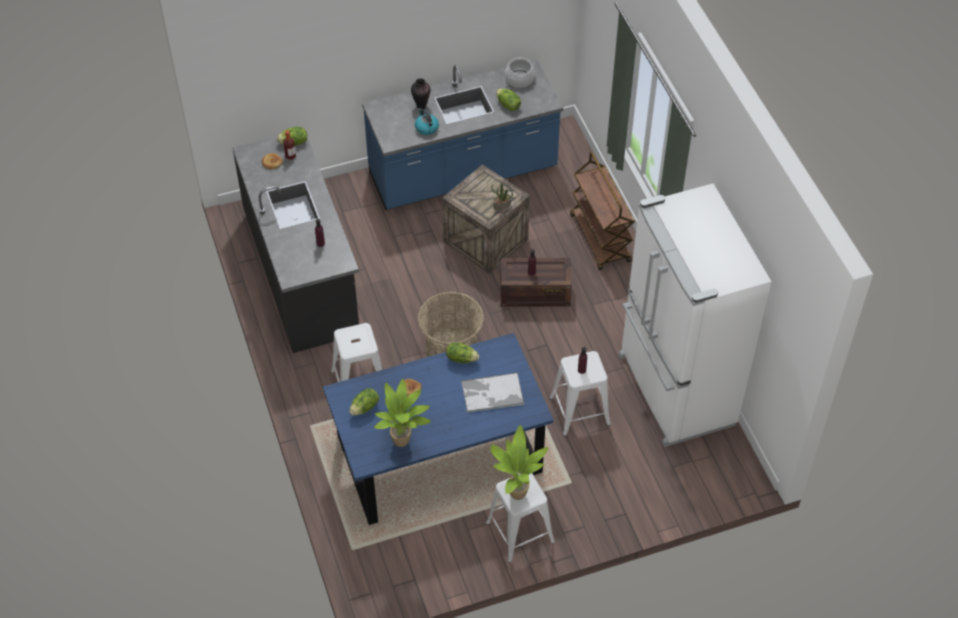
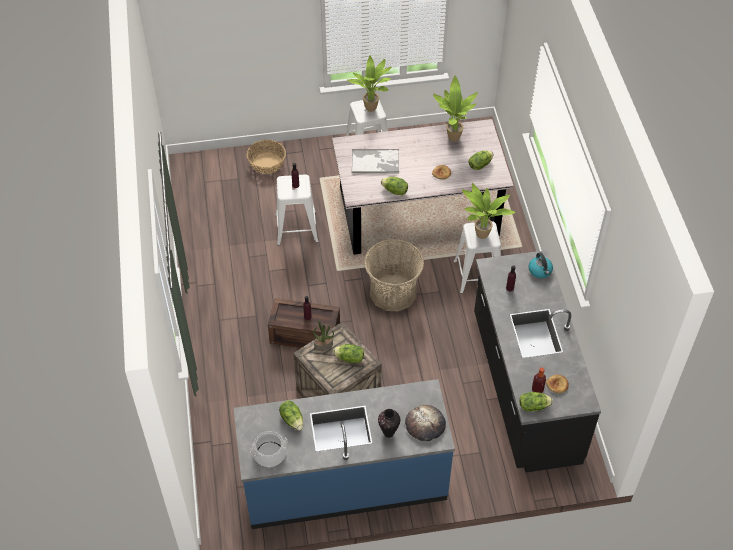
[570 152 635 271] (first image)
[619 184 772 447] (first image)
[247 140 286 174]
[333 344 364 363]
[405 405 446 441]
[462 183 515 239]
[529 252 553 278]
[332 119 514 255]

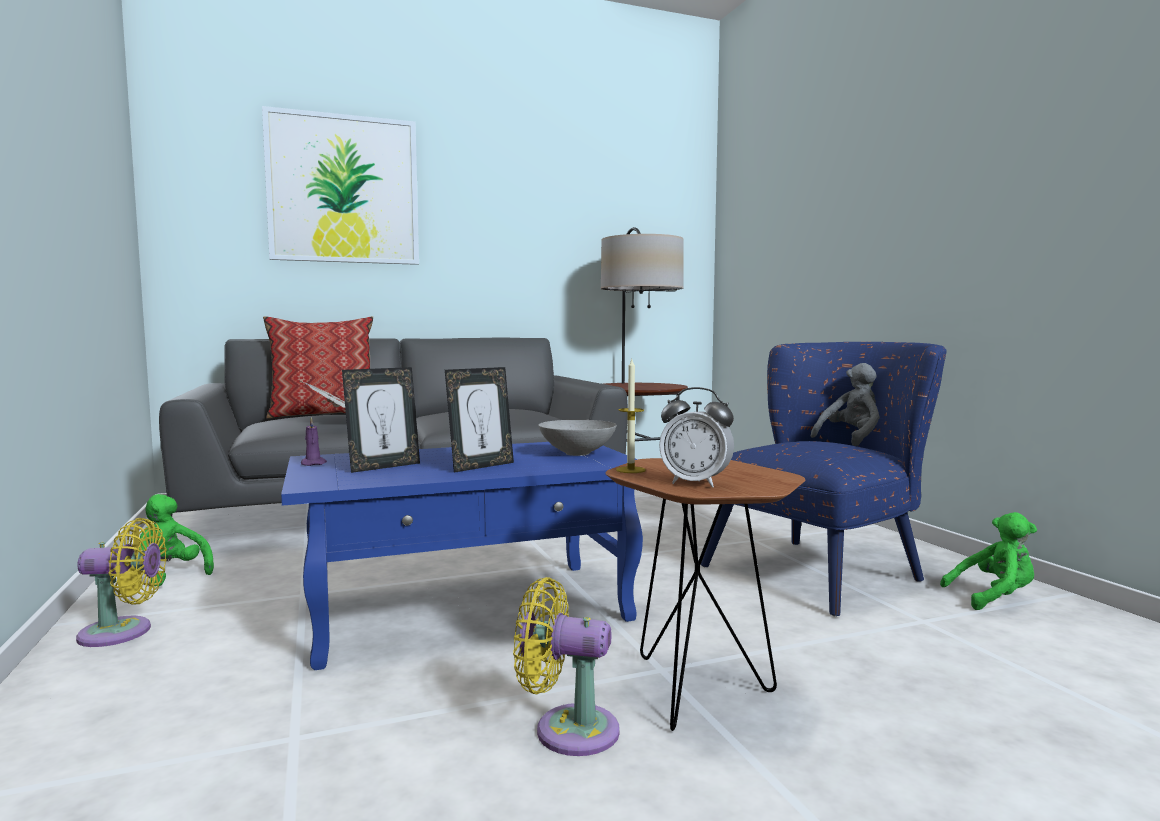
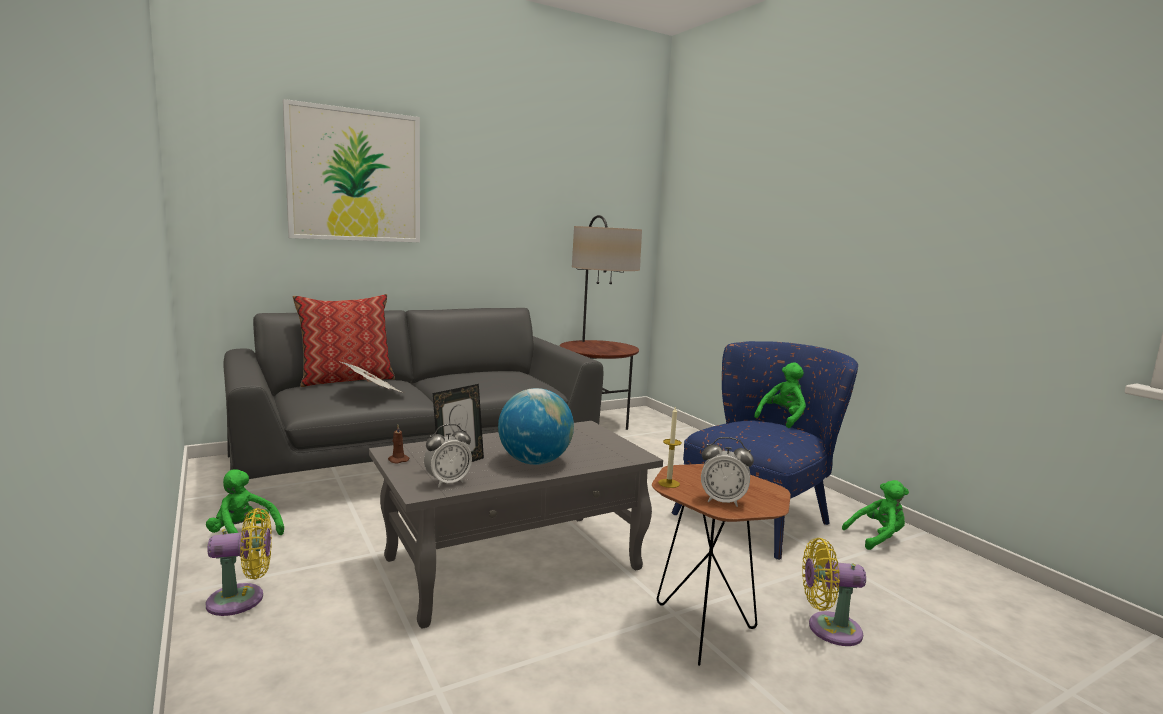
[539 420 617 456] (first image)
[424 424 472 487]
[802 538 866 646]
[498 388 574 465]
[369 421 663 629]
[388 425 409 463]
[754 362 806 428]

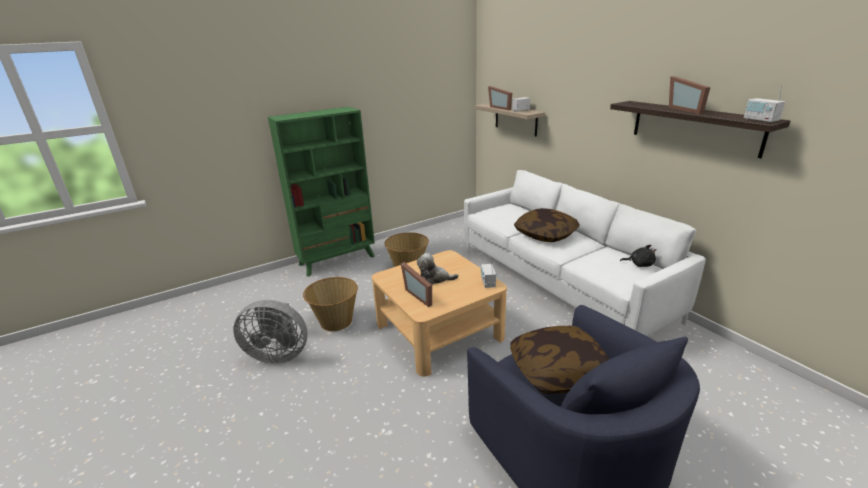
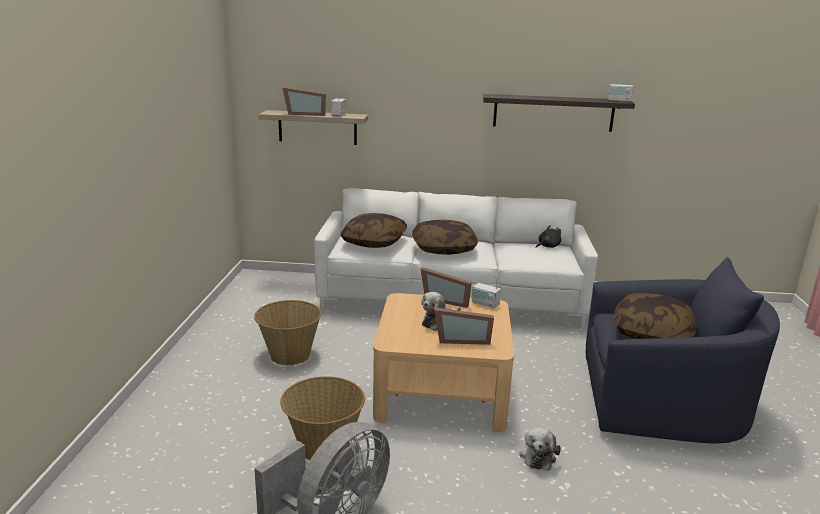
[268 107 375 277] (first image)
[340 213 407 248]
[519 428 561 471]
[421 267 472 308]

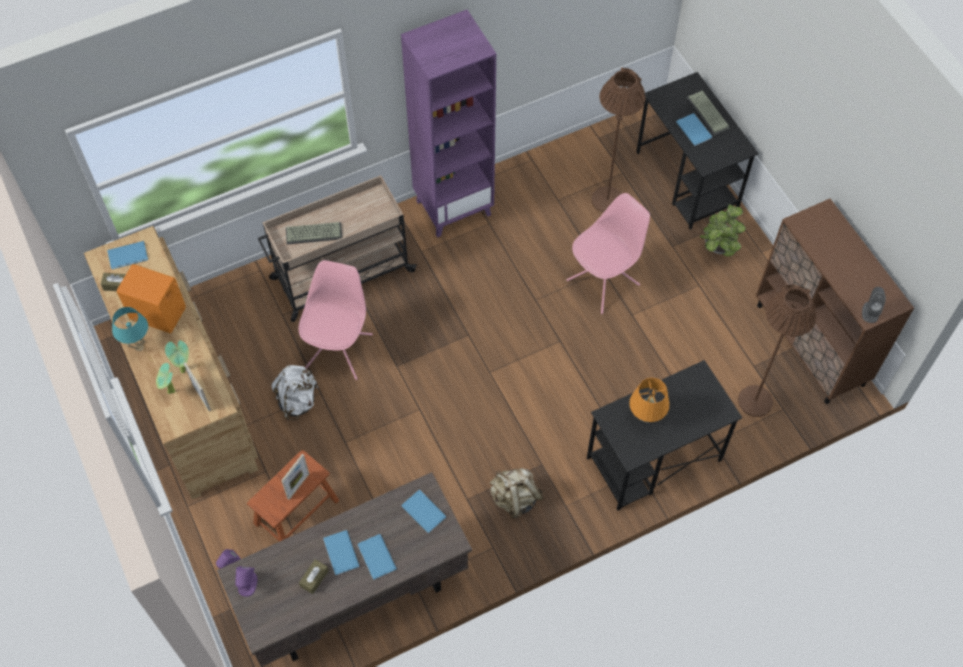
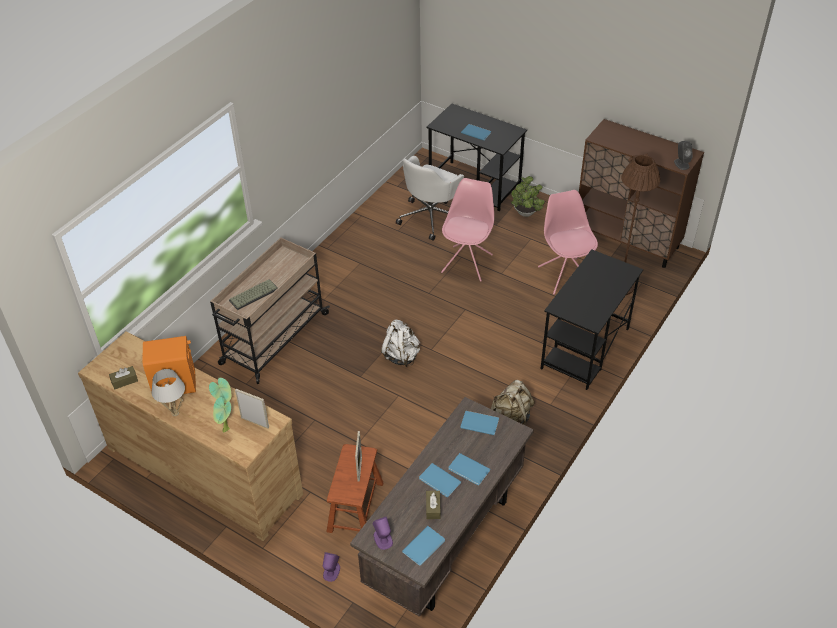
[401 10 496 238] (first image)
[629 378 669 423] (first image)
[687 90 730 135] (first image)
[402 526 445 566]
[381 320 420 367]
[538 190 598 295]
[396 156 464 241]
[152 369 185 416]

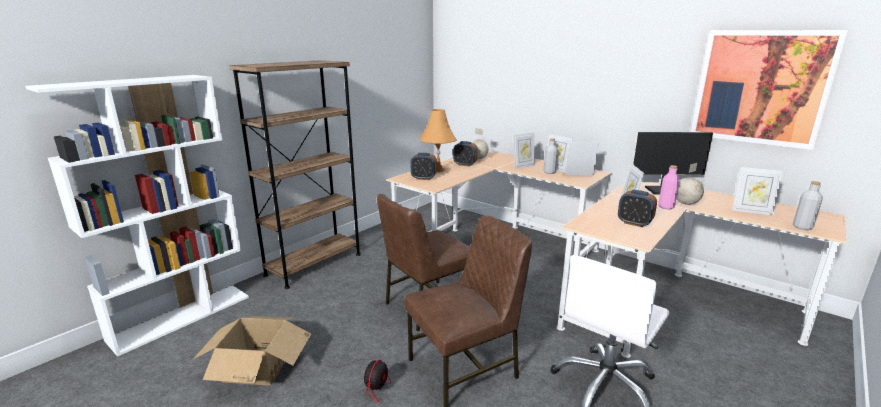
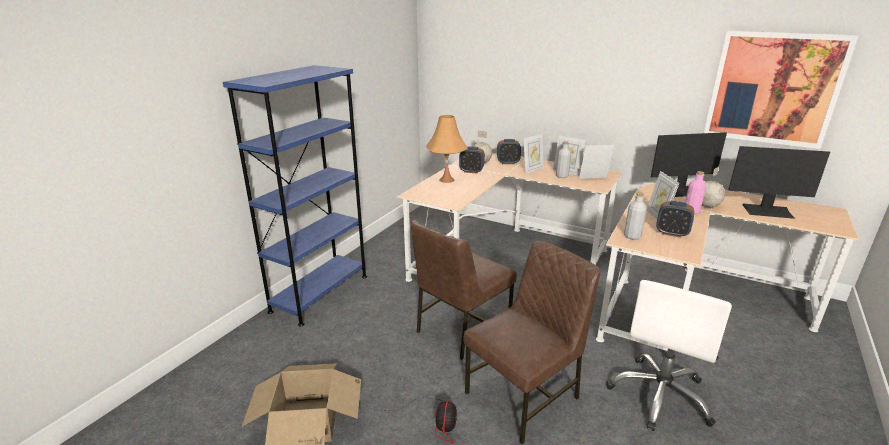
[25 75 249 357] (first image)
[497 139 521 164]
[624 192 647 240]
[728 146 830 219]
[223 65 367 327]

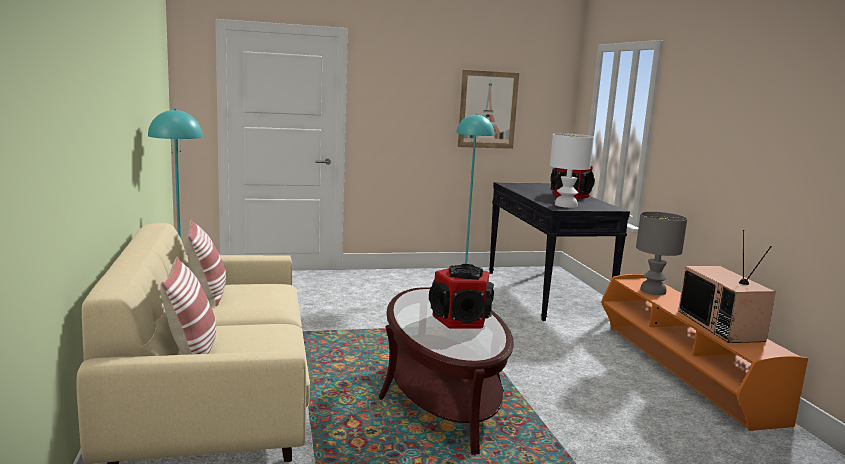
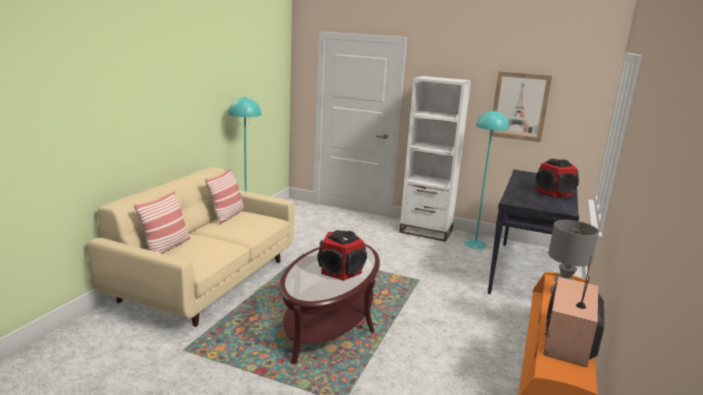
[550 133 594 208] (first image)
[399 76 471 242]

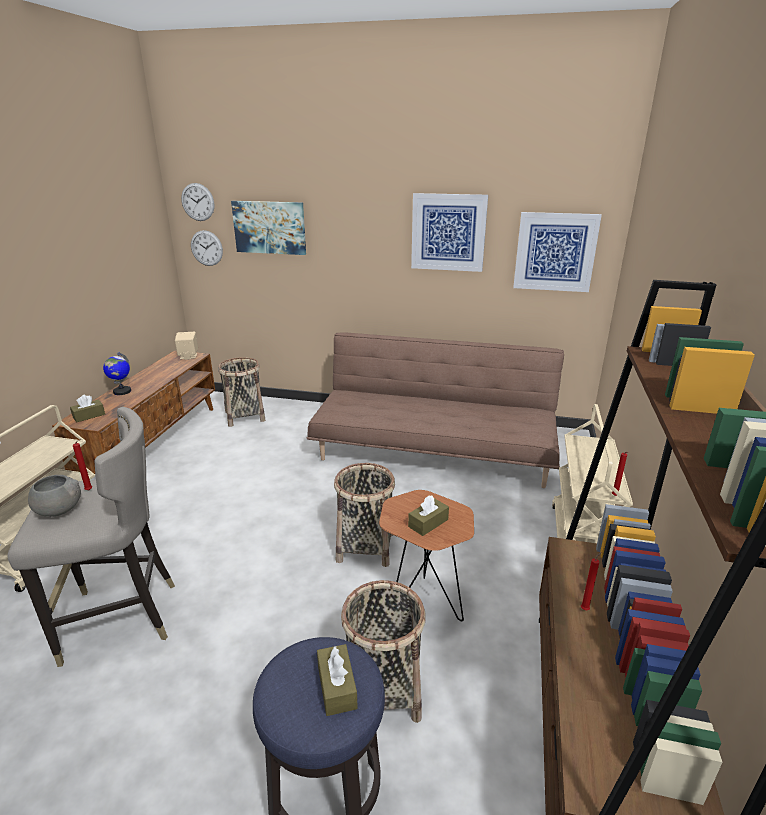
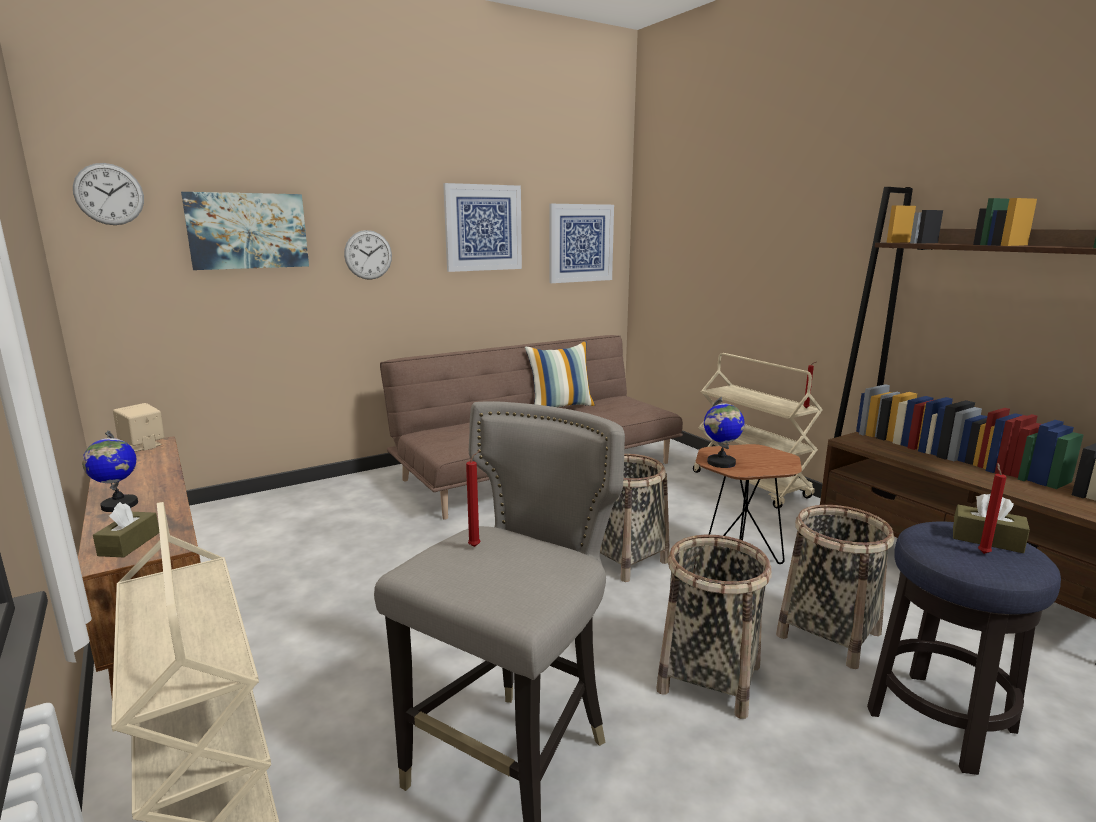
[28 475 81 517] (first image)
[408 496 449 536] (first image)
[525 341 595 407]
[704 397 745 468]
[344 230 392 280]
[656 535 771 719]
[978 463 1006 554]

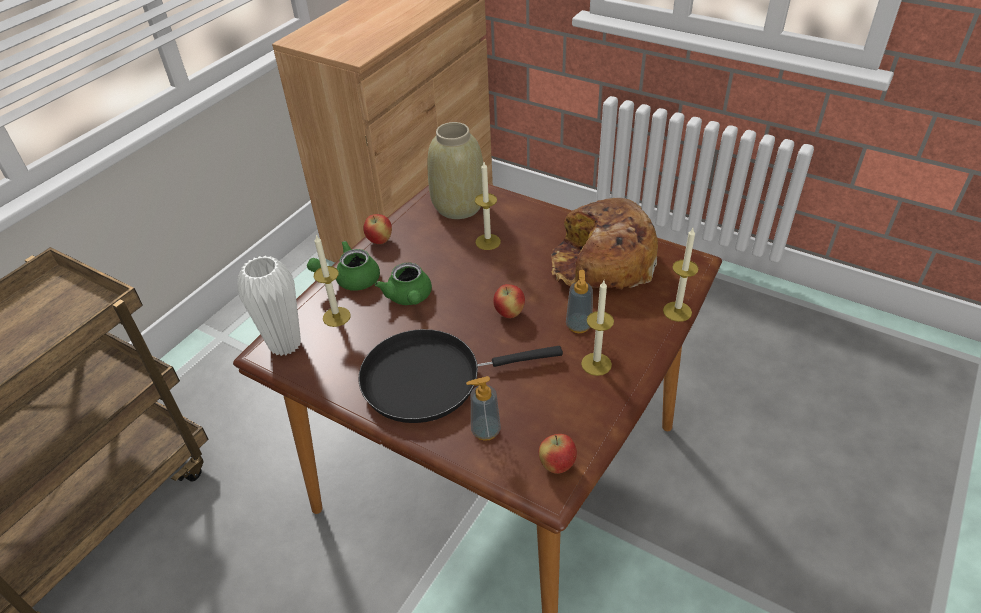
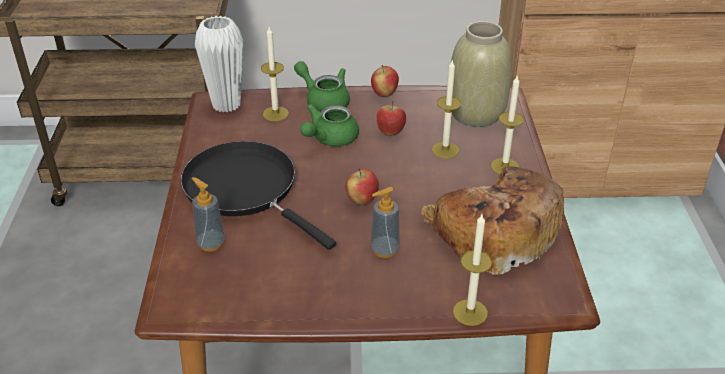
[376 101 406 136]
[491 76 524 174]

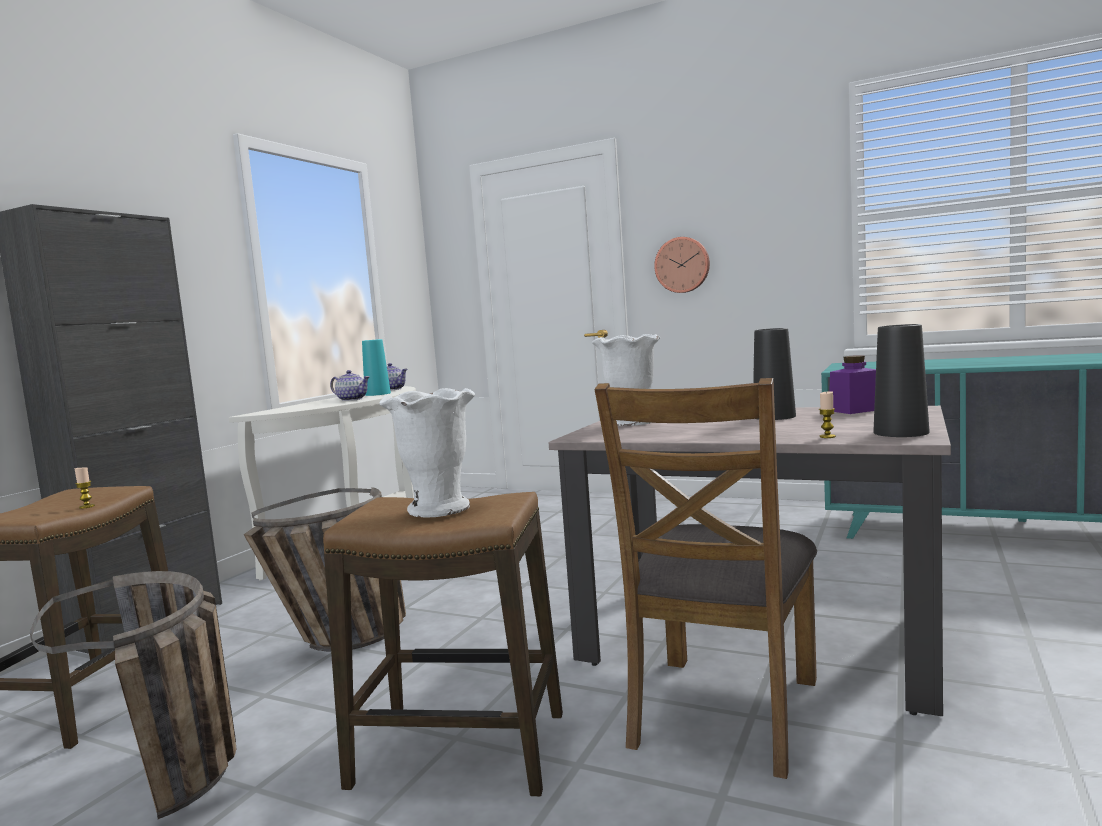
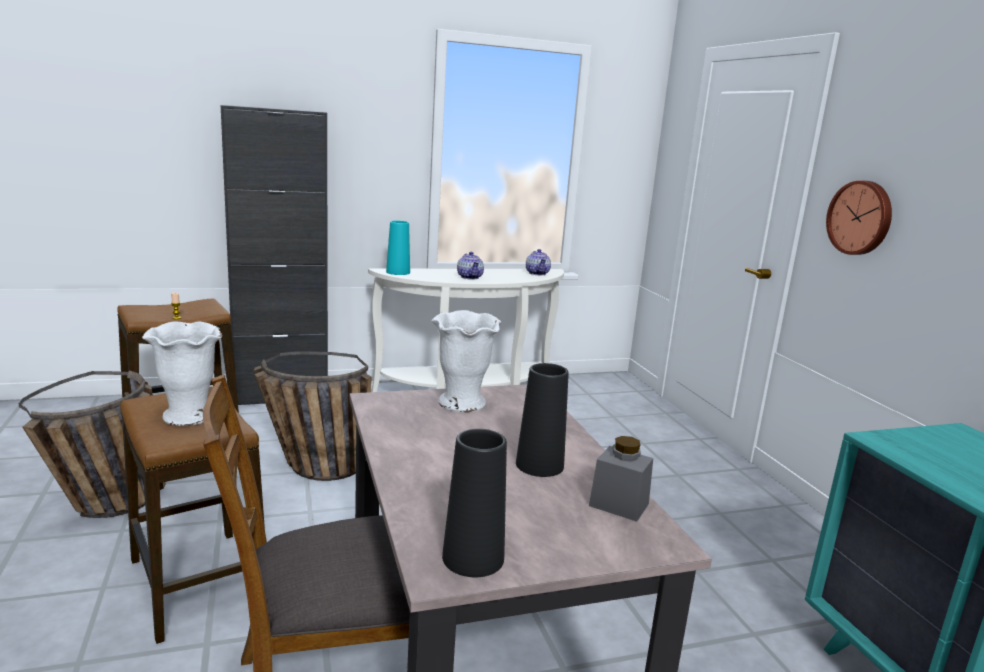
[819 391 836 438] (first image)
[386 221 410 275]
[589 436 653 522]

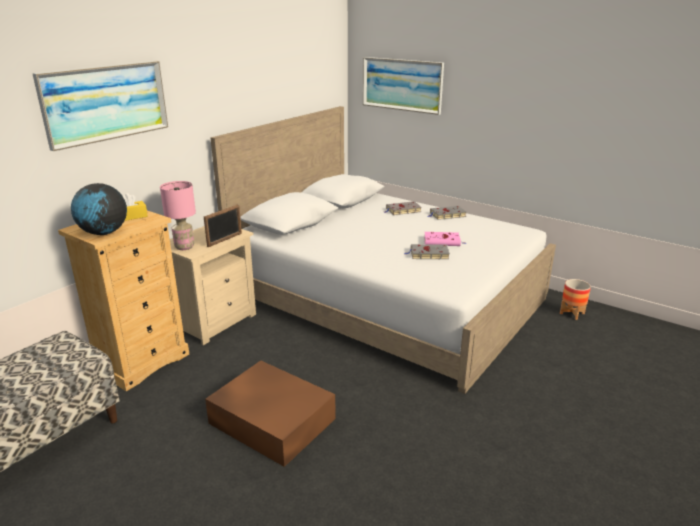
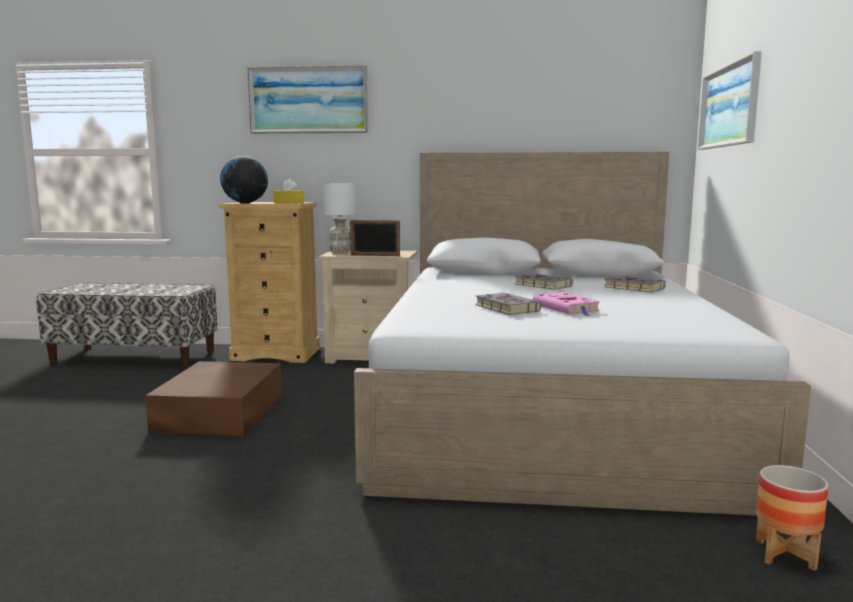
[515 273 573 290]
[323 184 356 254]

